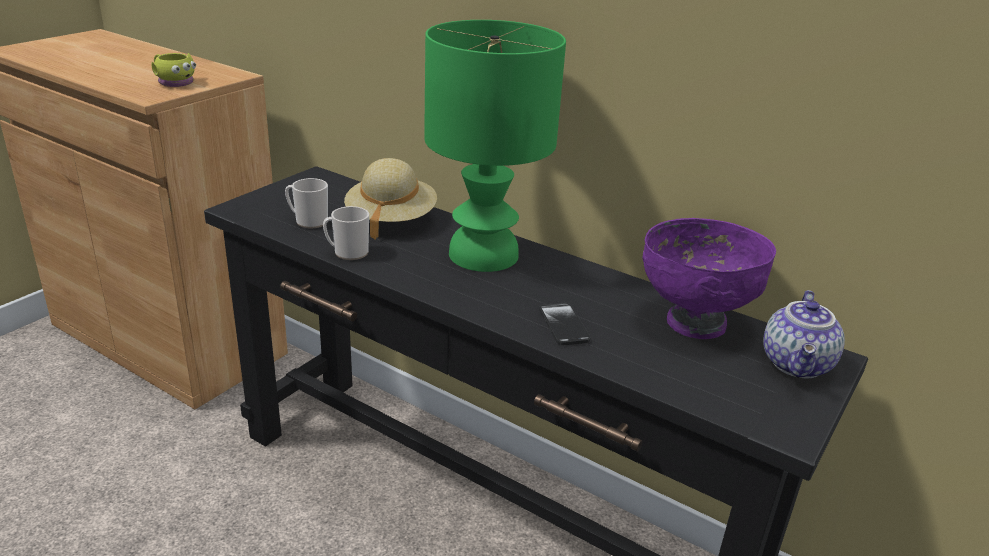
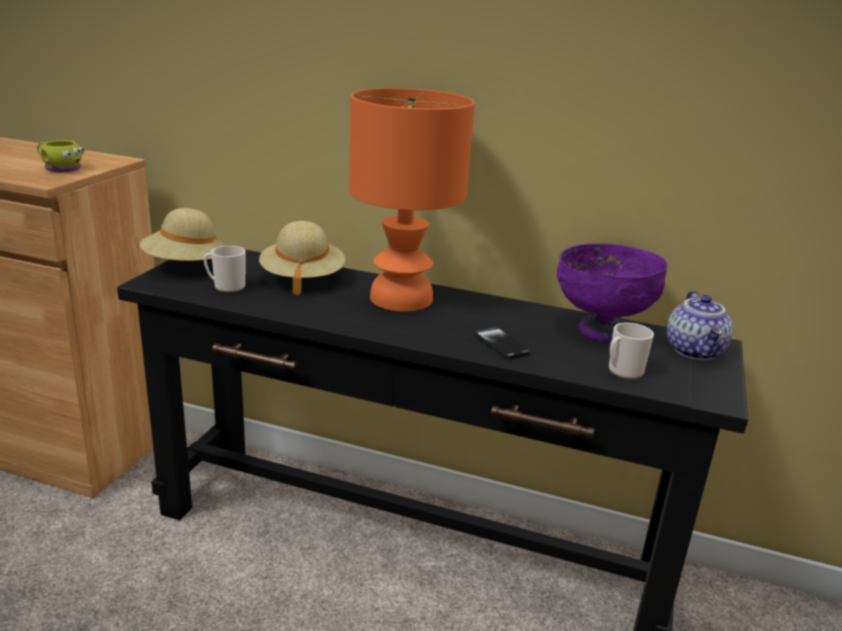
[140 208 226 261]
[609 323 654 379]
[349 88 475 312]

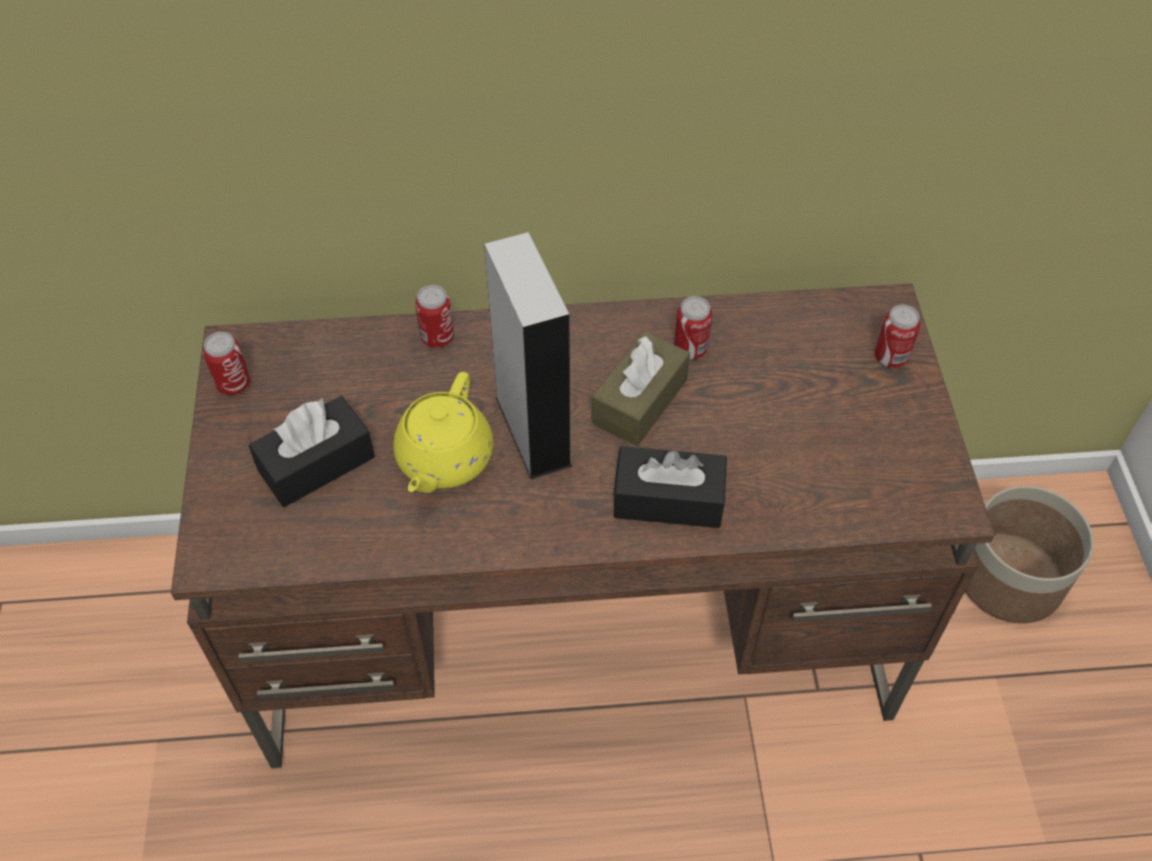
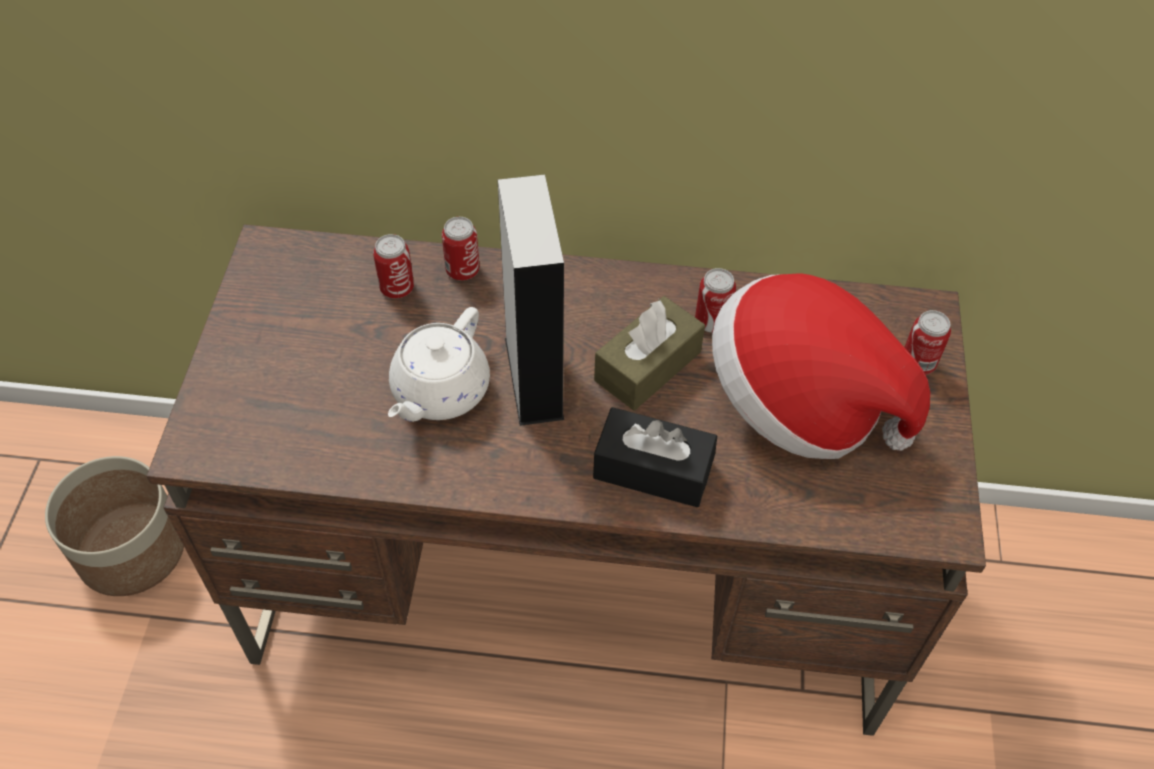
[249 396 375 507] (first image)
[712 273 930 459]
[373 234 414 298]
[45 456 184 596]
[388 307 490 422]

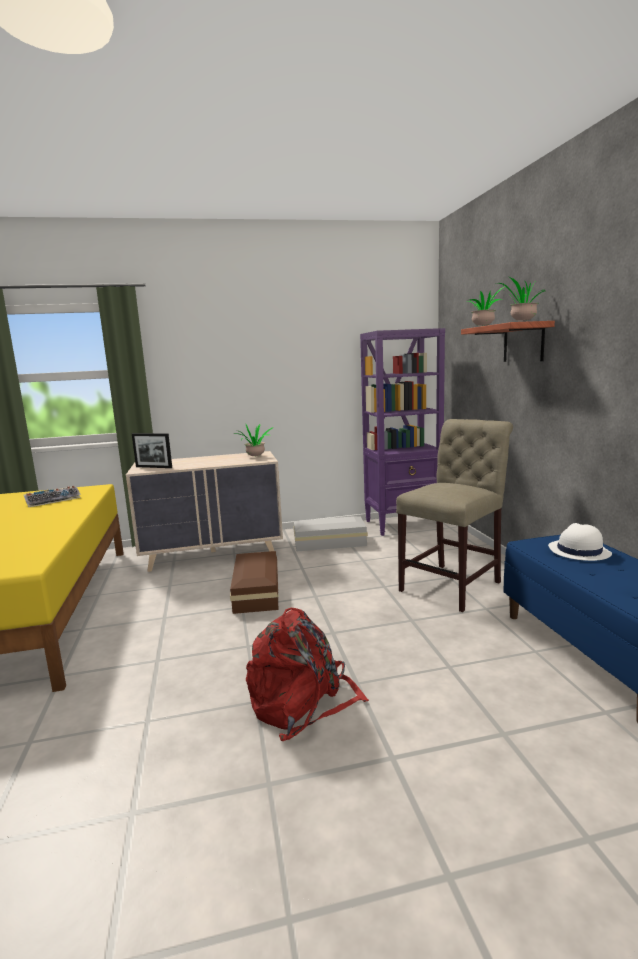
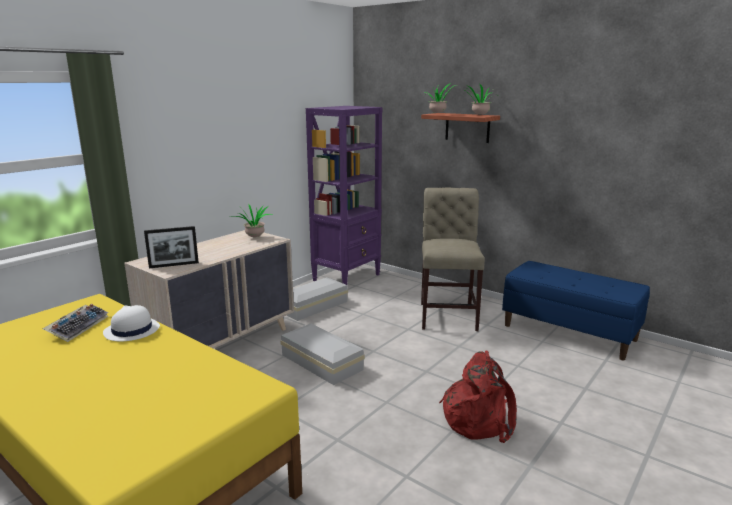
[103 305 160 341]
[280 323 365 385]

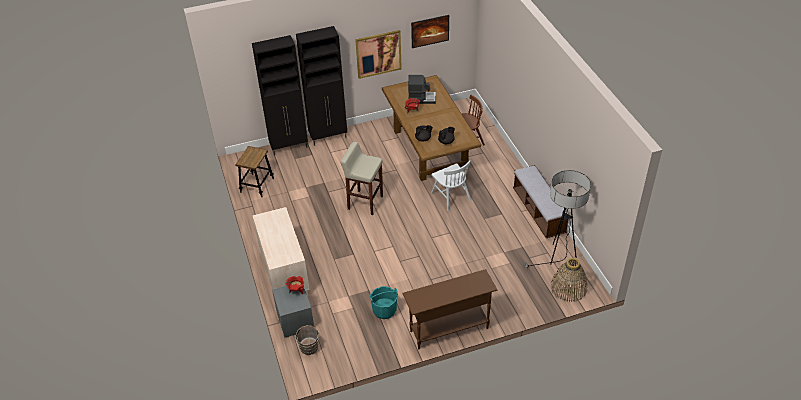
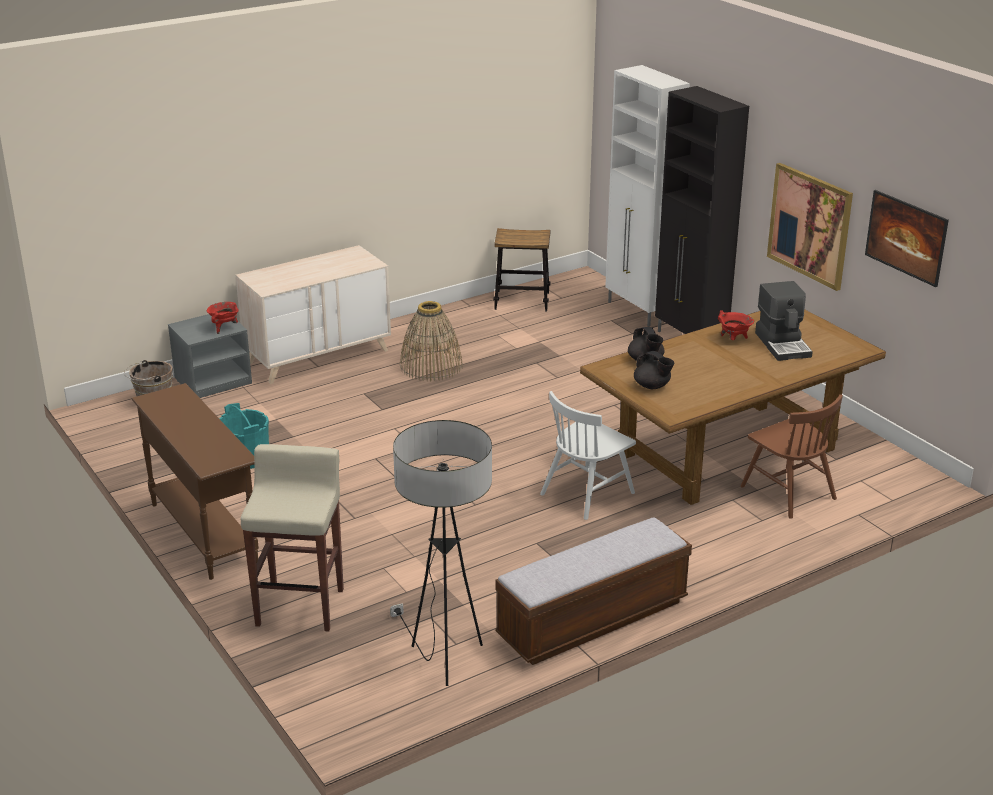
[241 444 344 632]
[400 301 463 381]
[605 65 690 326]

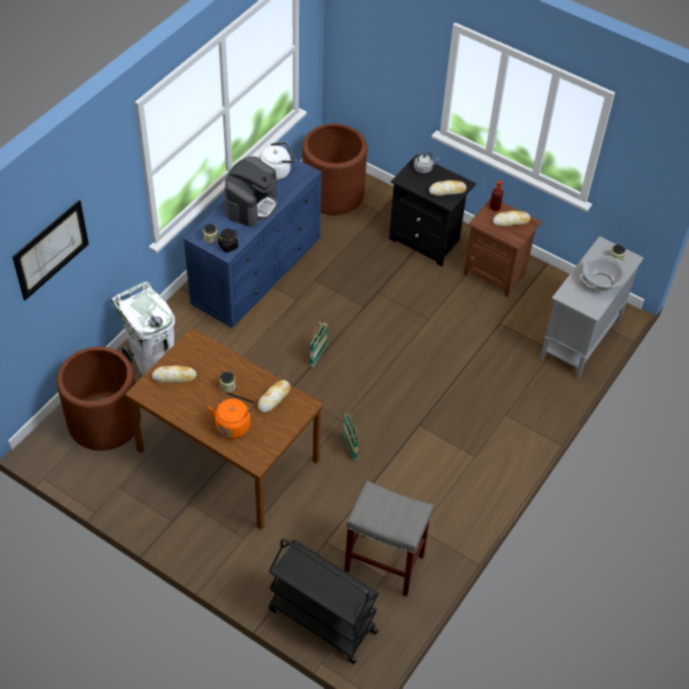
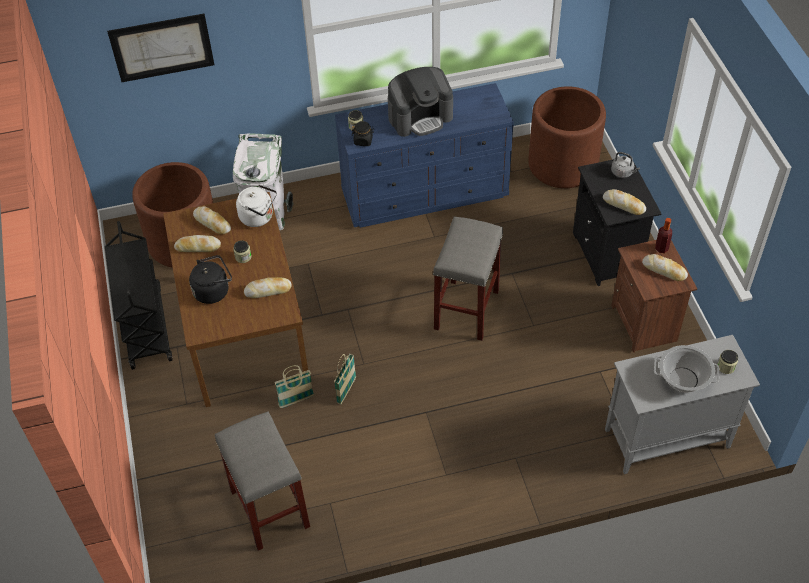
[174 235 221 252]
[433 216 503 341]
[236 184 277 227]
[105 221 173 370]
[275 365 314 408]
[189 255 232 304]

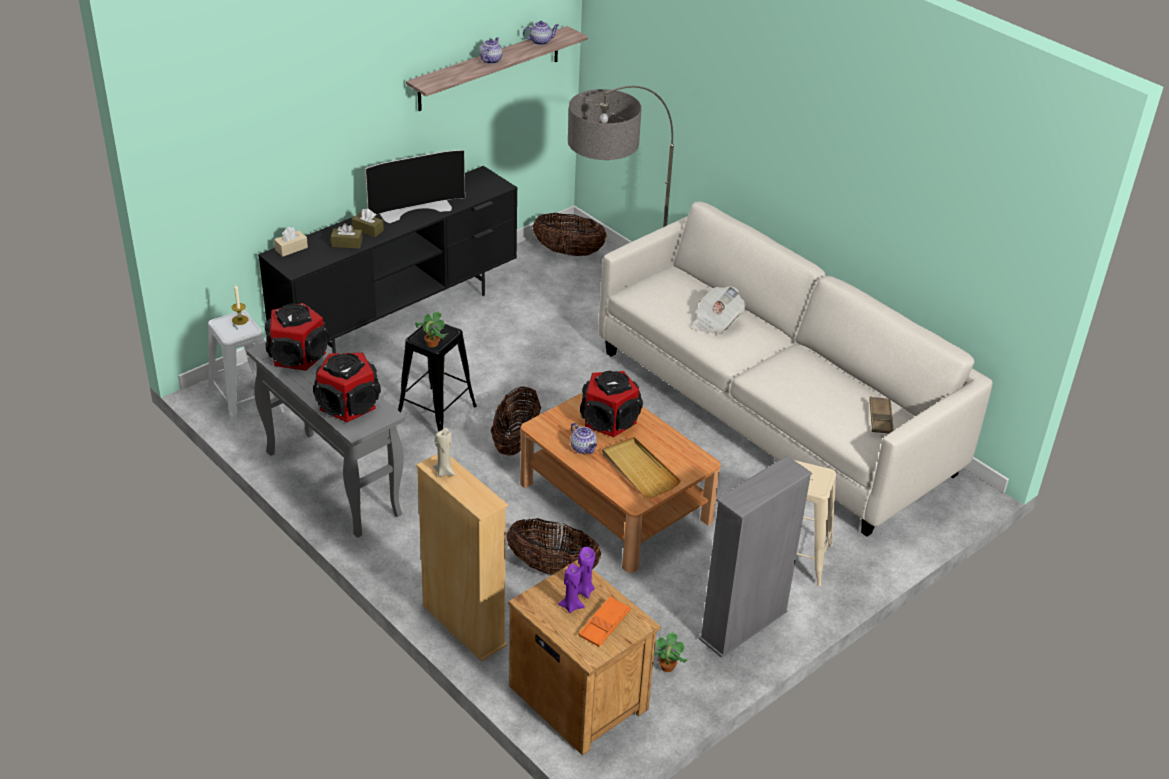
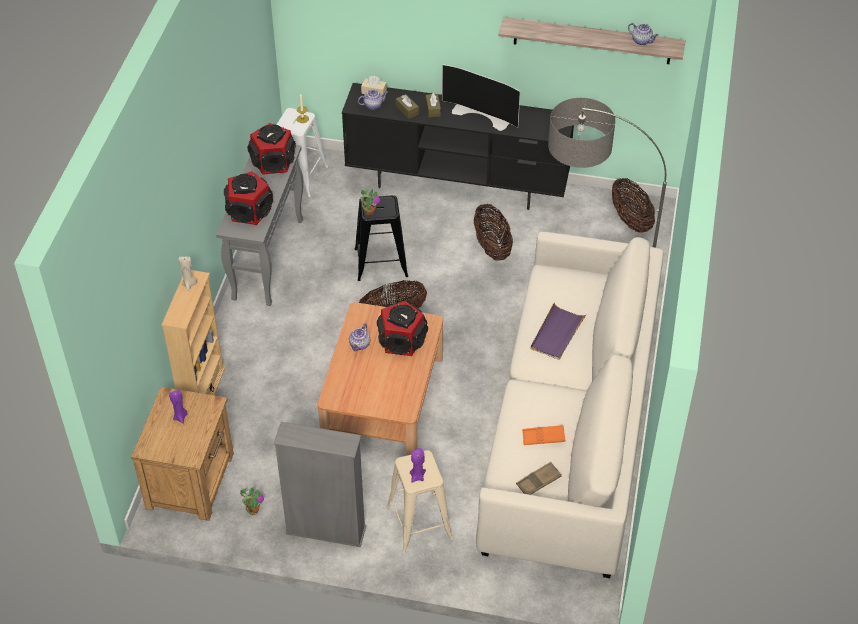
[602 437 681 498] (first image)
[358 90 388 110]
[473 204 513 261]
[410 448 426 483]
[522 425 565 445]
[530 303 587 360]

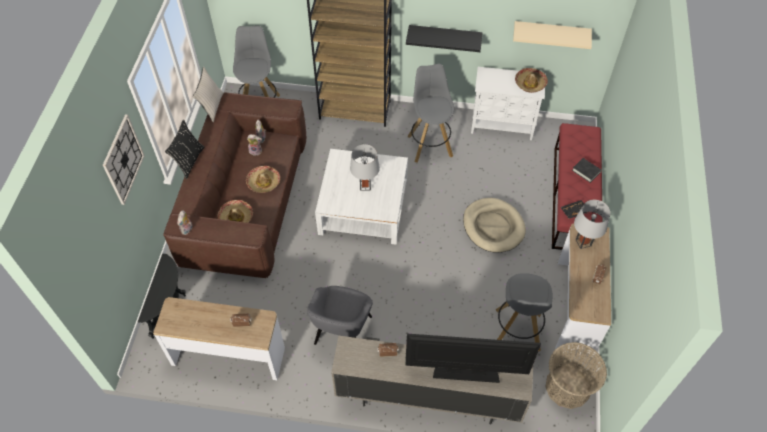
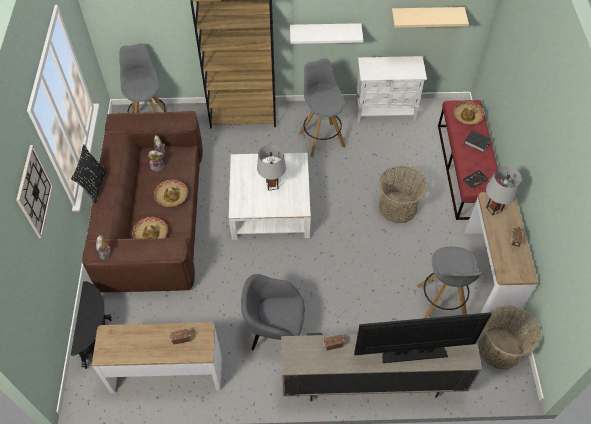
[193 66 224 122] (first image)
[453 101 485 125]
[379 165 427 223]
[290 23 363 44]
[241 274 305 350]

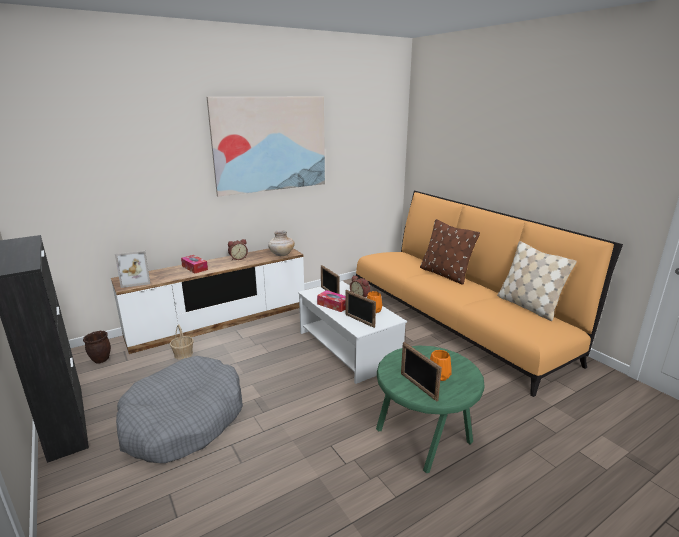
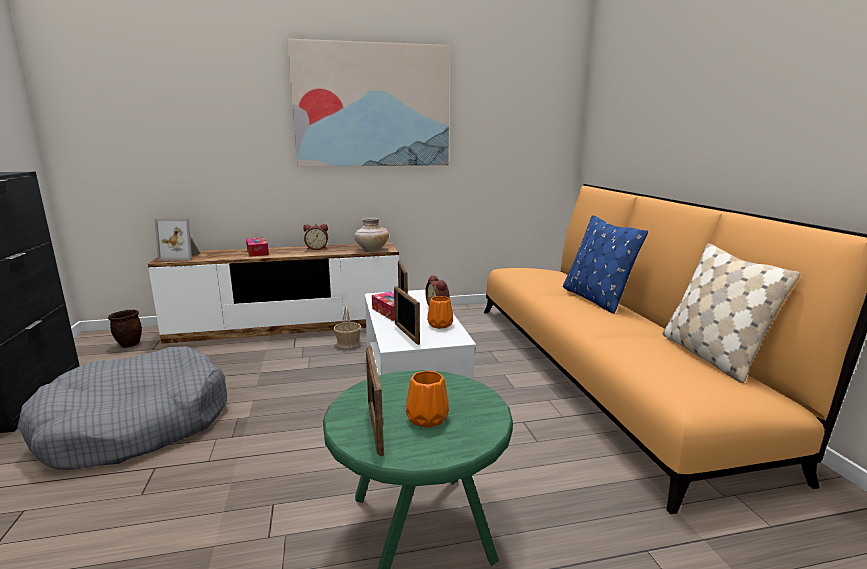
[334 305 361 348]
[563 215 648 314]

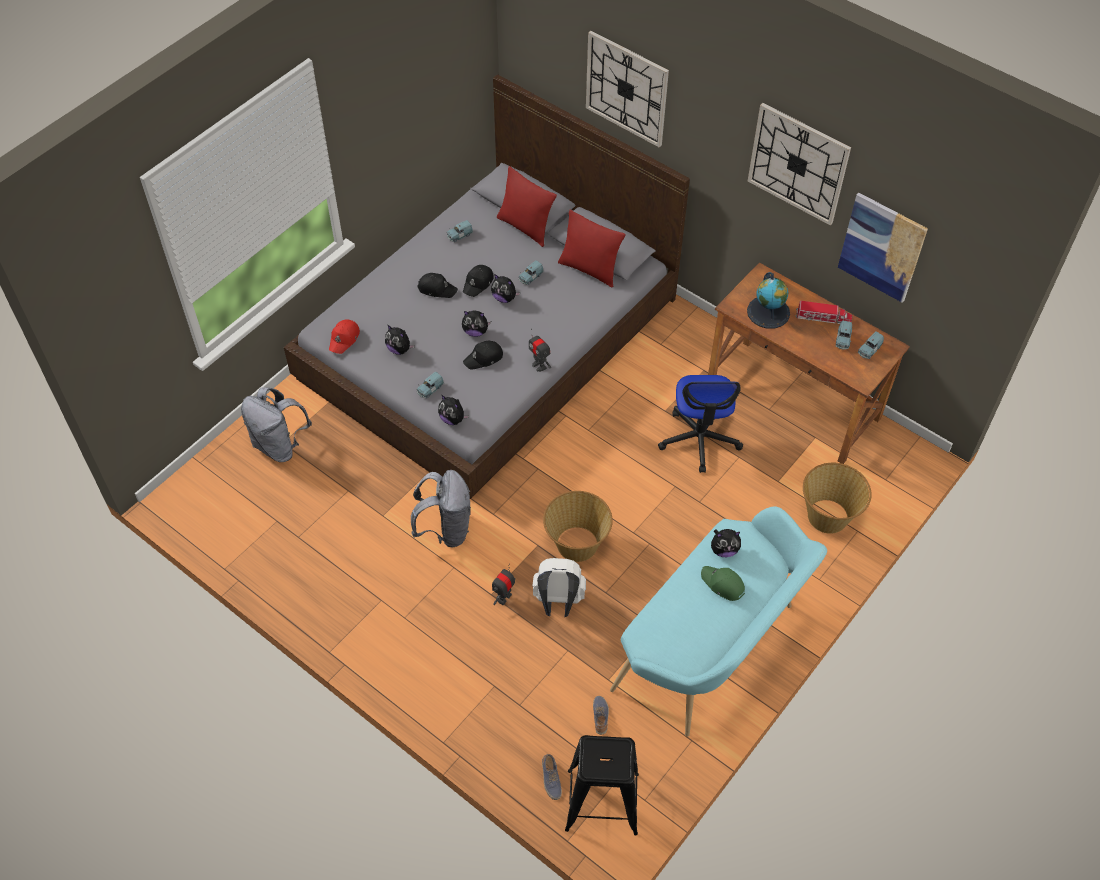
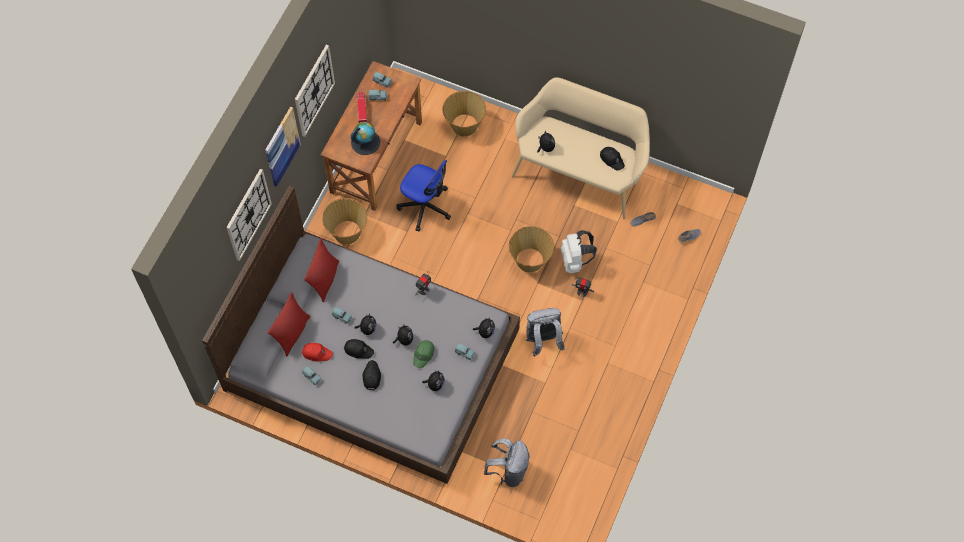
[565 735 639 836] (first image)
[322 198 367 245]
[302 343 333 362]
[600 147 625 171]
[413 340 435 368]
[265 107 301 187]
[512 77 650 219]
[397 160 451 232]

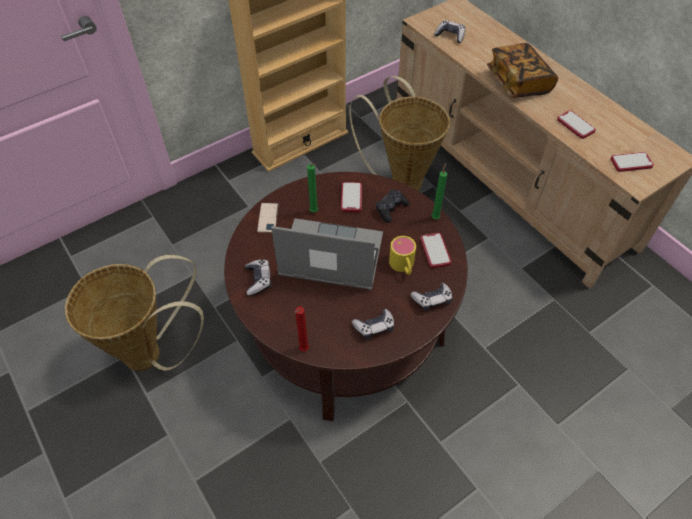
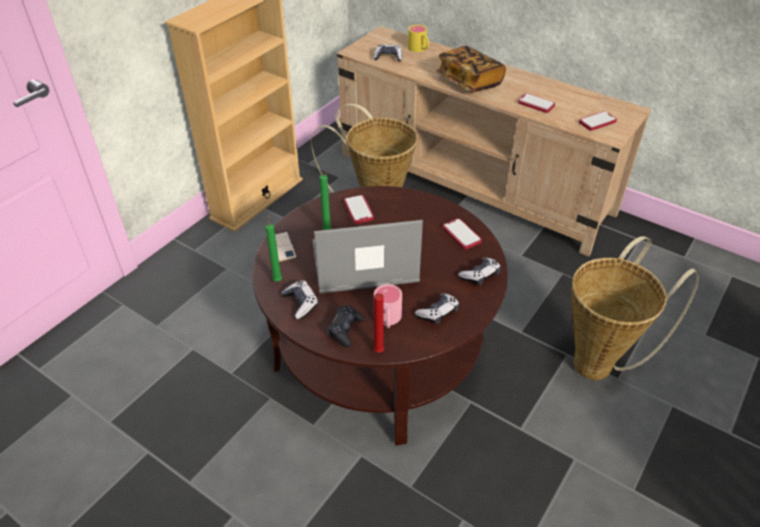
[374 284 402 328]
[571 236 699 380]
[327 306 365 347]
[408 25 429 52]
[265 214 282 281]

